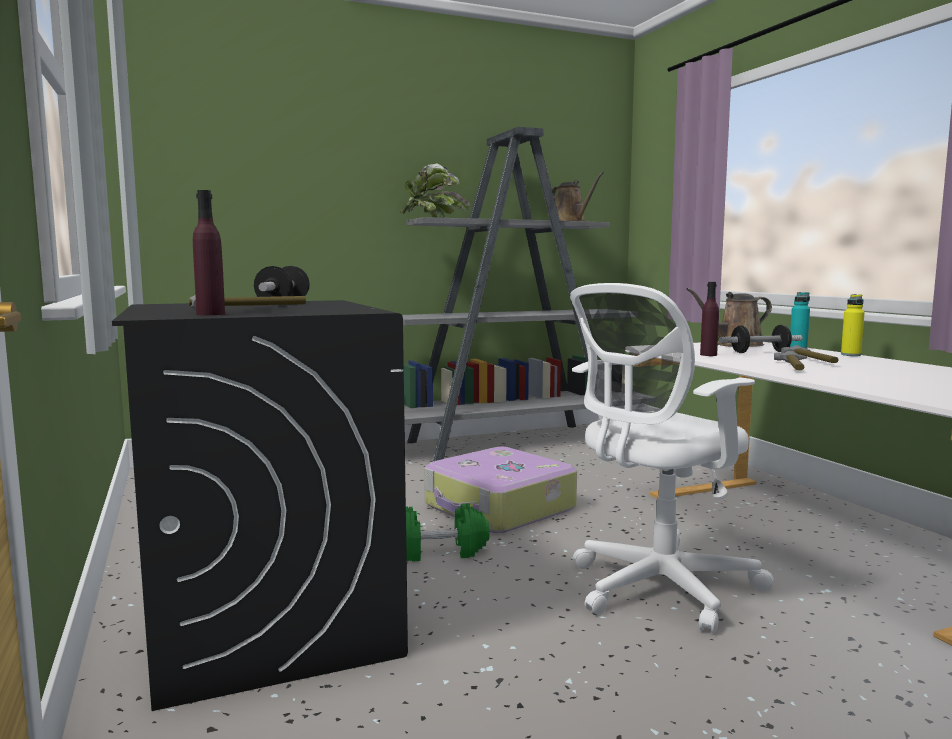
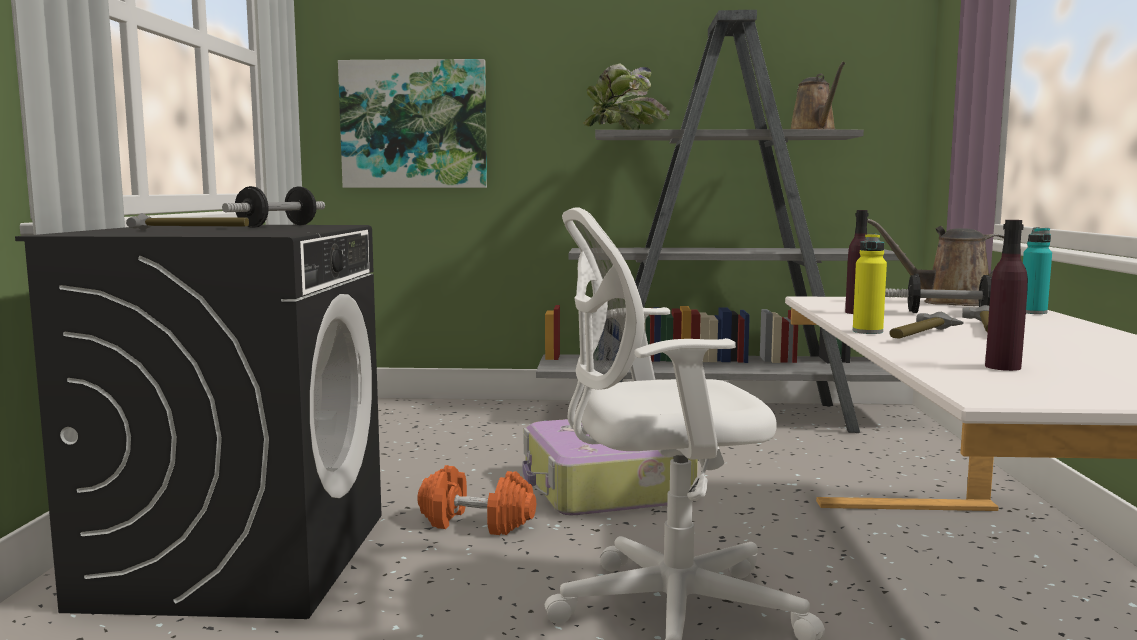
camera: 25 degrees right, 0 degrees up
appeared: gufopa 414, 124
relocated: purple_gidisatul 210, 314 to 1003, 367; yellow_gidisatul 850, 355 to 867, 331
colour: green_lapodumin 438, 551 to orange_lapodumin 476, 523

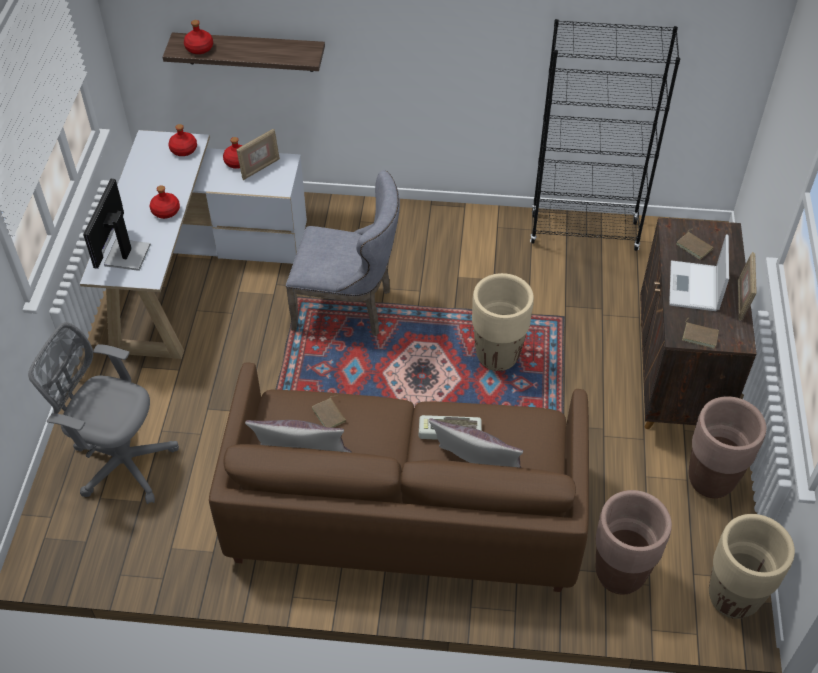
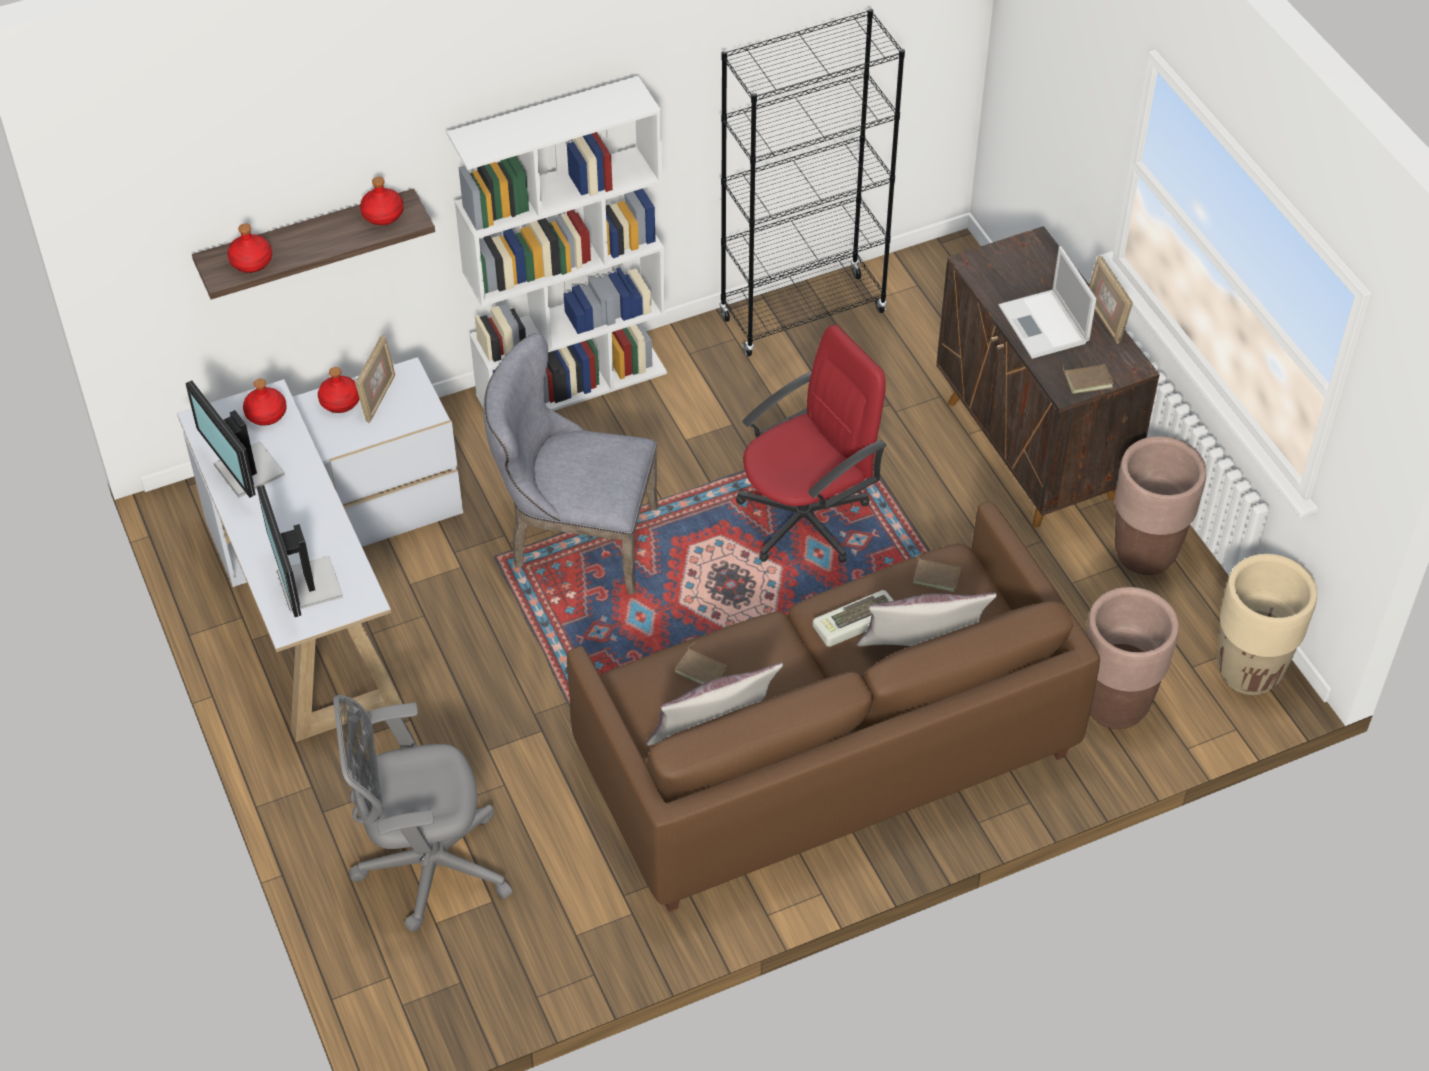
camera: 30 degrees left, 0 degrees up
appeared: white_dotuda 572, 383; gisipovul 247, 472
relocated: red_gidisatul 165, 211 to 382, 214; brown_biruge 694, 246 to 937, 575
exchanged: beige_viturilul 497, 356 to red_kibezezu 805, 518
spun: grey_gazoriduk 349, 307 = 574, 539 150 degrees counterclockwise

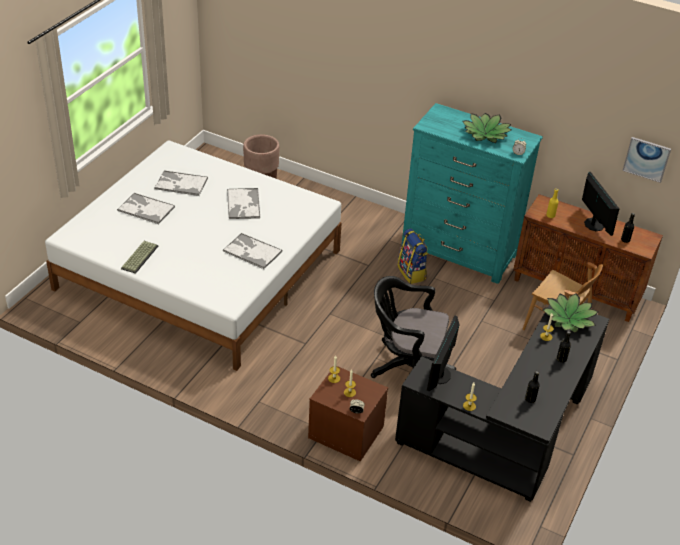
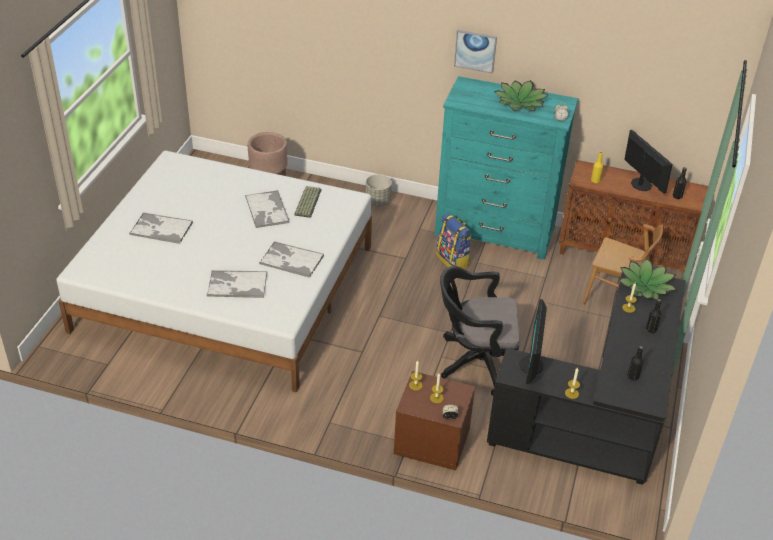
camera: 10 degrees left, 0 degrees up
appeared: grey_viturilul 378, 201
relocated: gufopa 646, 159 to 475, 51; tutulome 180, 184 to 237, 285; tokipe 139, 257 to 307, 202

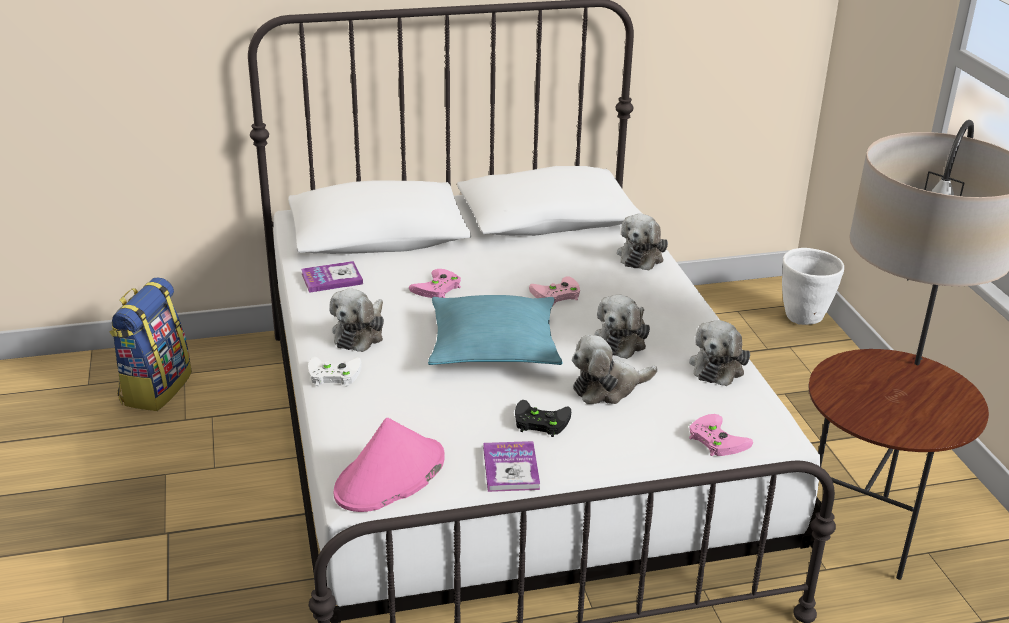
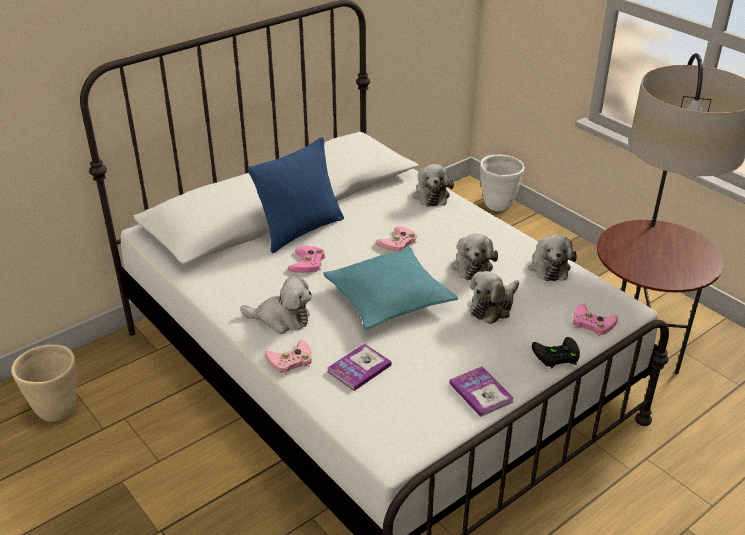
camera: 25 degrees left, 5 degrees up
missing: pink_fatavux 390, 476
appeared: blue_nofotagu 301, 230
relocated: biruge 332, 278 to 359, 368; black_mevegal 539, 422 to 556, 356
exchanged: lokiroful 155, 388 to beige_viturilul 56, 409
colour: white_mevegal 332, 375 to pink_mevegal 289, 361
spun: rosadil 360, 333 = 282, 319 75 degrees counterclockwise

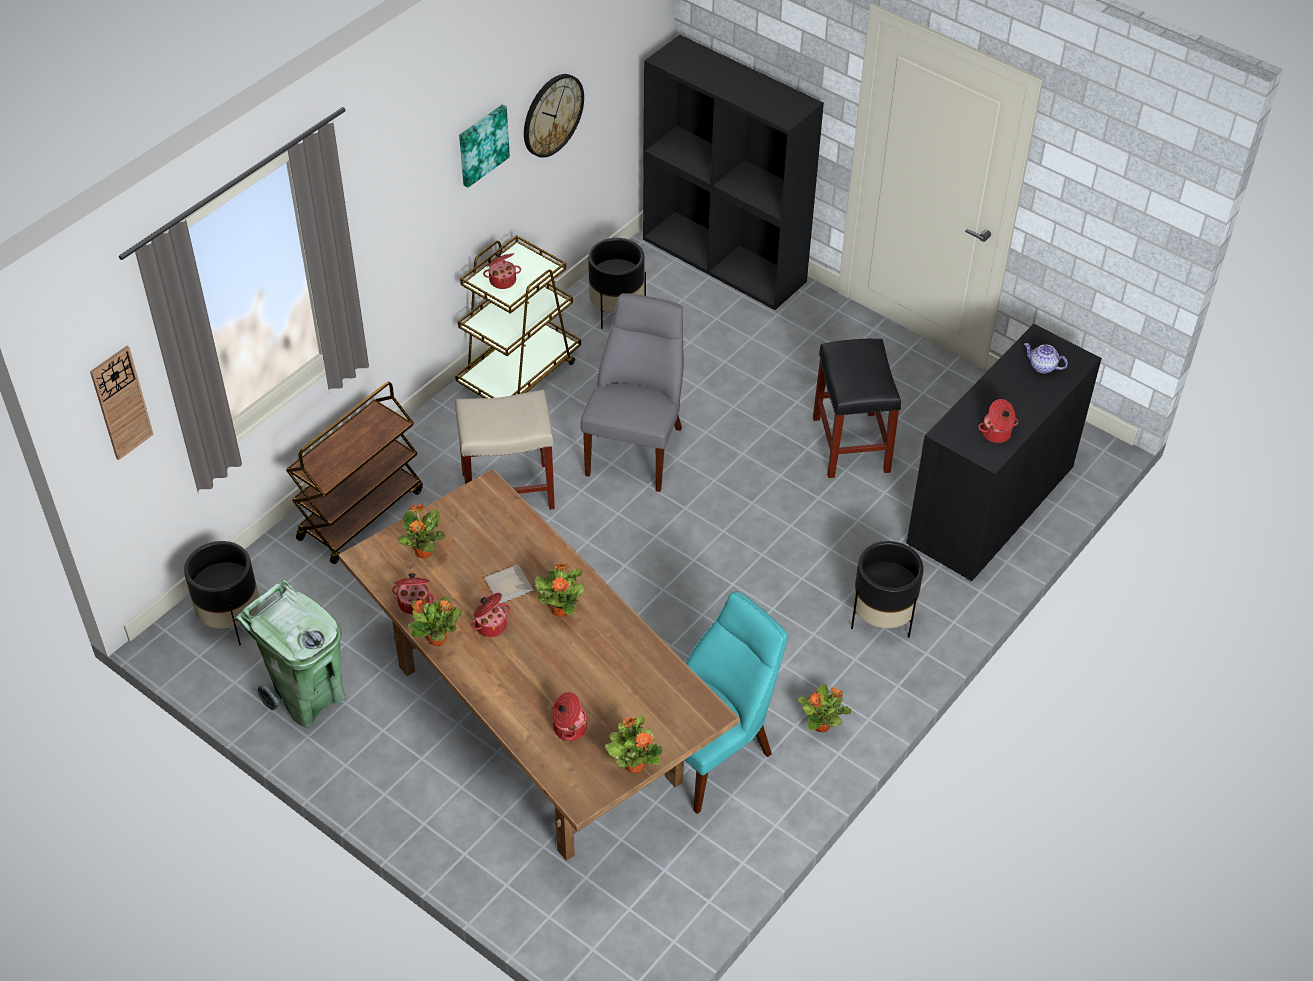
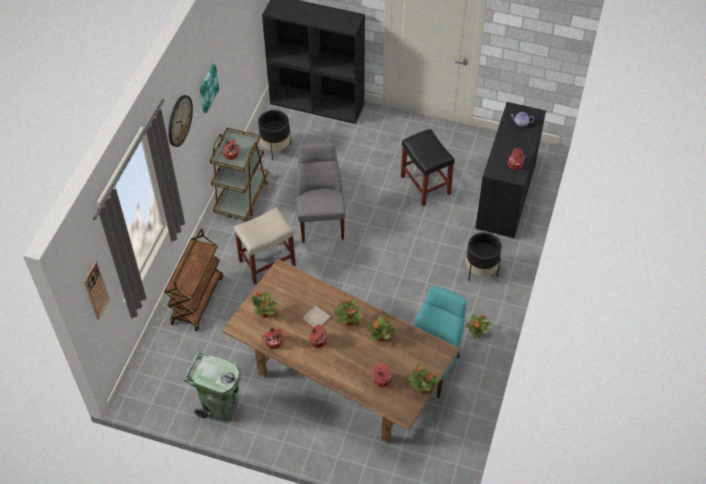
camera: 20 degrees left, 5 degrees up
missing: black_viturilul 231, 620
relocated: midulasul 552, 115 to 179, 120; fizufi 438, 639 to 381, 337

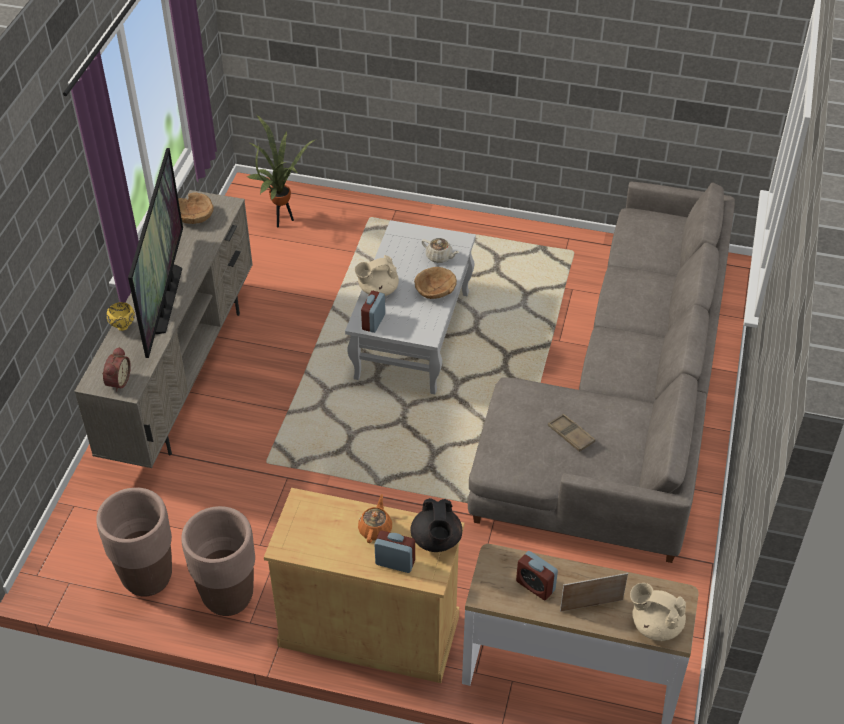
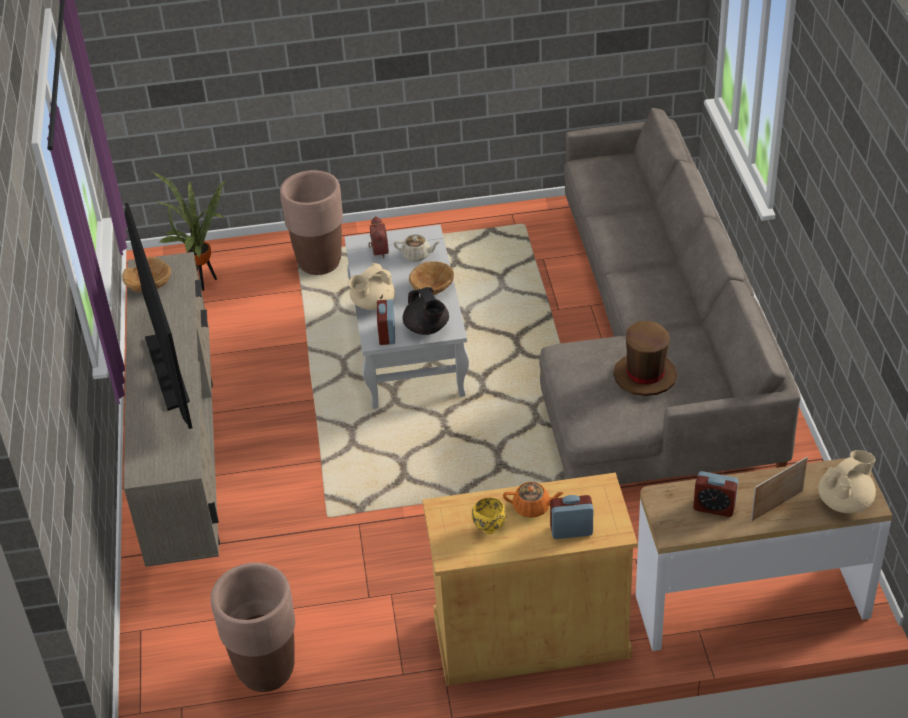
camera: 20 degrees left, 5 degrees down
relocated: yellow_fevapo 123, 326 to 489, 528; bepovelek 117, 381 to 378, 251; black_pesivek 436, 540 to 427, 328; brown_viturilul 228, 597 to 319, 263
exchanged: brown_tutulome 571, 435 to brown_fatavux 644, 376
spun: orange_pesivek 375, 529 = 532, 508 105 degrees clockwise; beige_pesivek 655, 624 = 845, 501 135 degrees clockwise

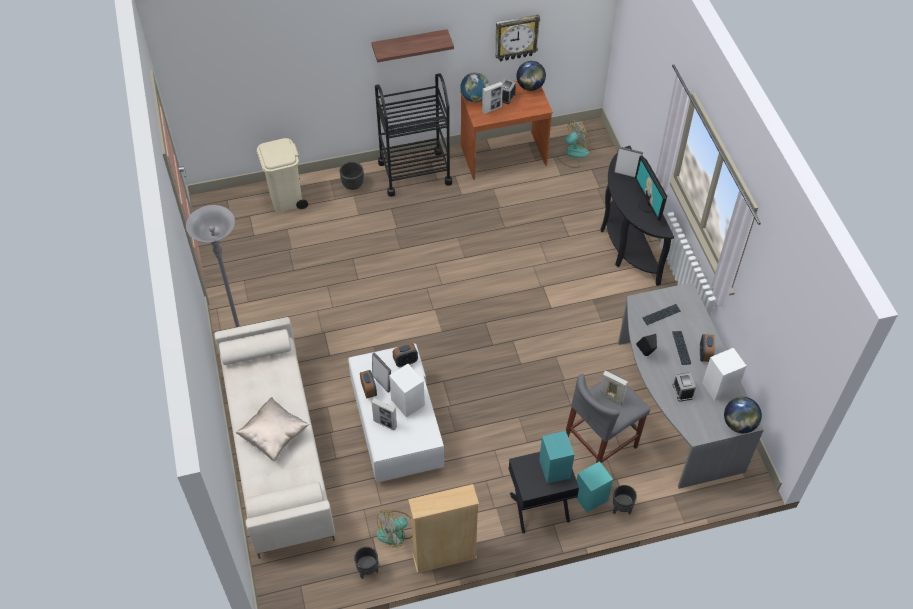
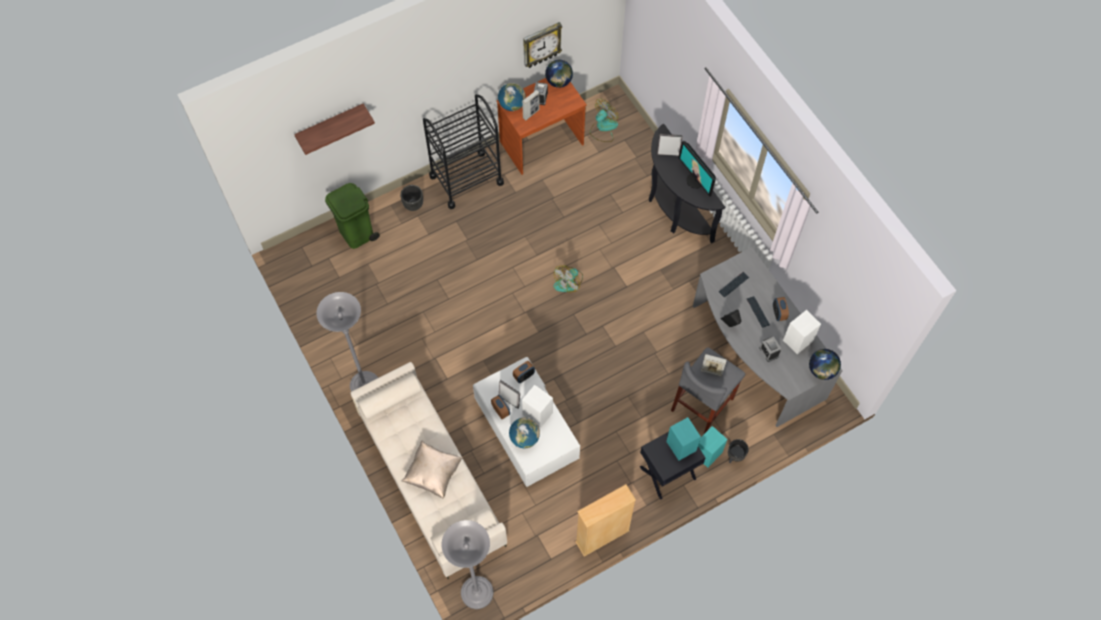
camera: 15 degrees left, 10 degrees up
missing: black_viturilul 367, 570
appeared: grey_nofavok 477, 593
relocated: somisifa 410, 45 to 330, 125; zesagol 397, 532 to 568, 281
exchanged: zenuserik 385, 423 to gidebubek 524, 438
colour: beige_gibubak 286, 199 to green_gibubak 357, 233

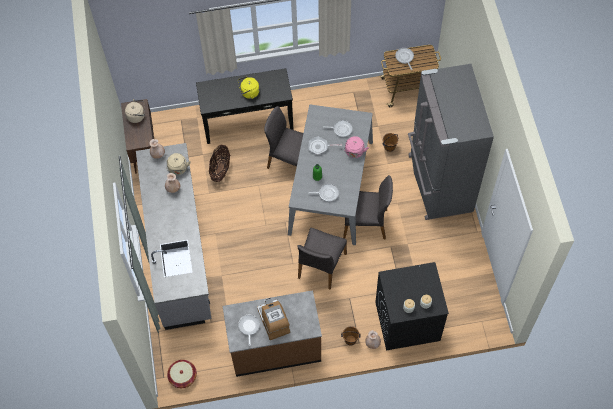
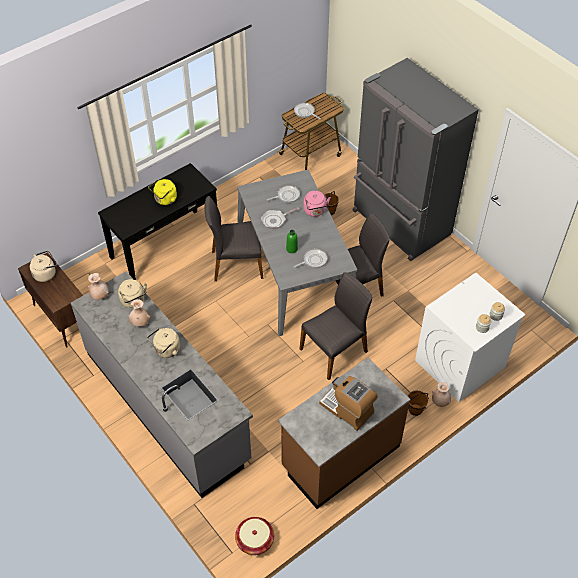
camera: 30 degrees left, 10 degrees down
missing: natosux 220, 169; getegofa 249, 327
appeared: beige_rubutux 166, 350
colour: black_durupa 407, 321 to white_durupa 460, 364
spun: grey_gazoriduk 321, 266 = 335, 350 120 degrees counterclockwise

